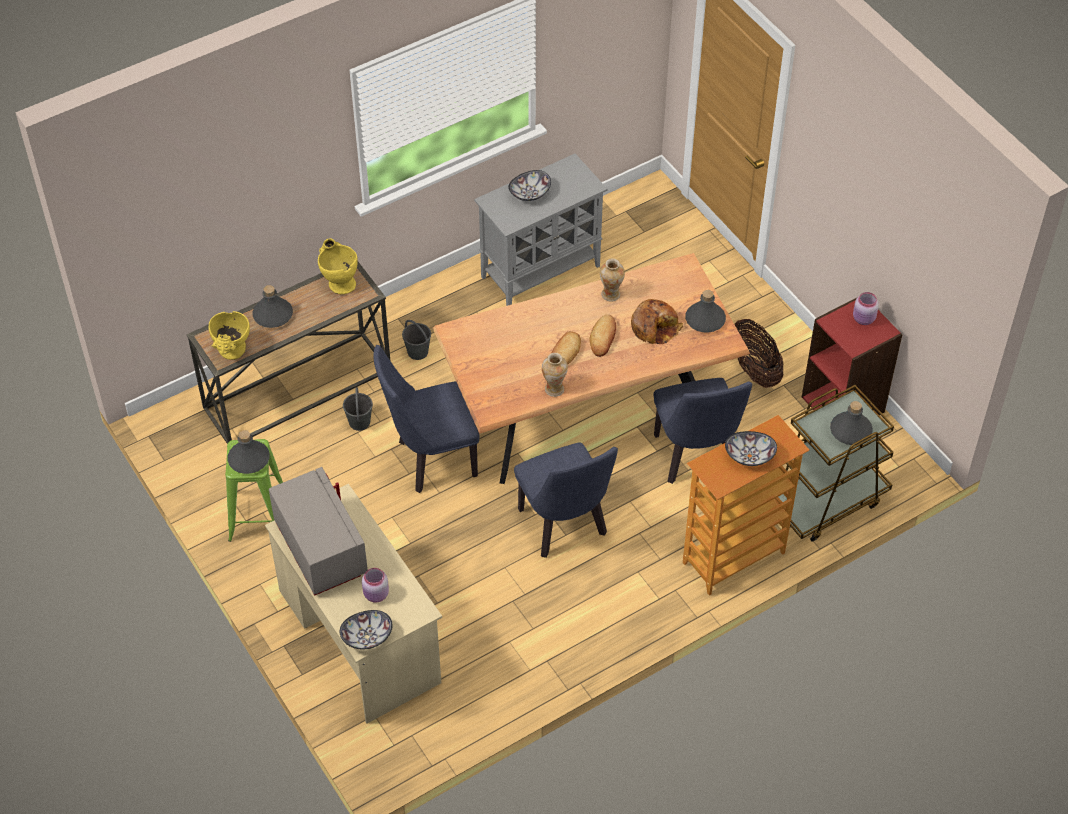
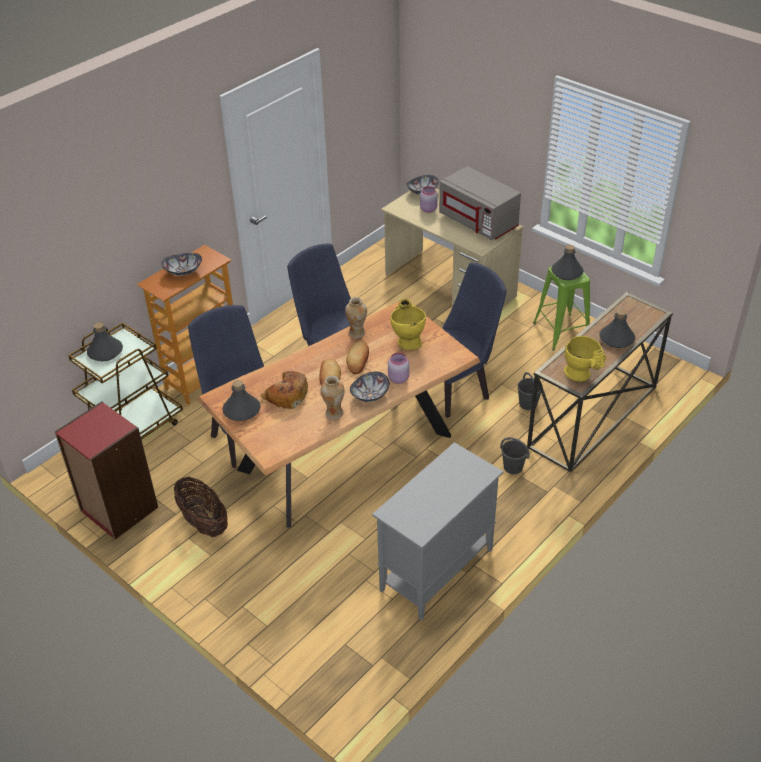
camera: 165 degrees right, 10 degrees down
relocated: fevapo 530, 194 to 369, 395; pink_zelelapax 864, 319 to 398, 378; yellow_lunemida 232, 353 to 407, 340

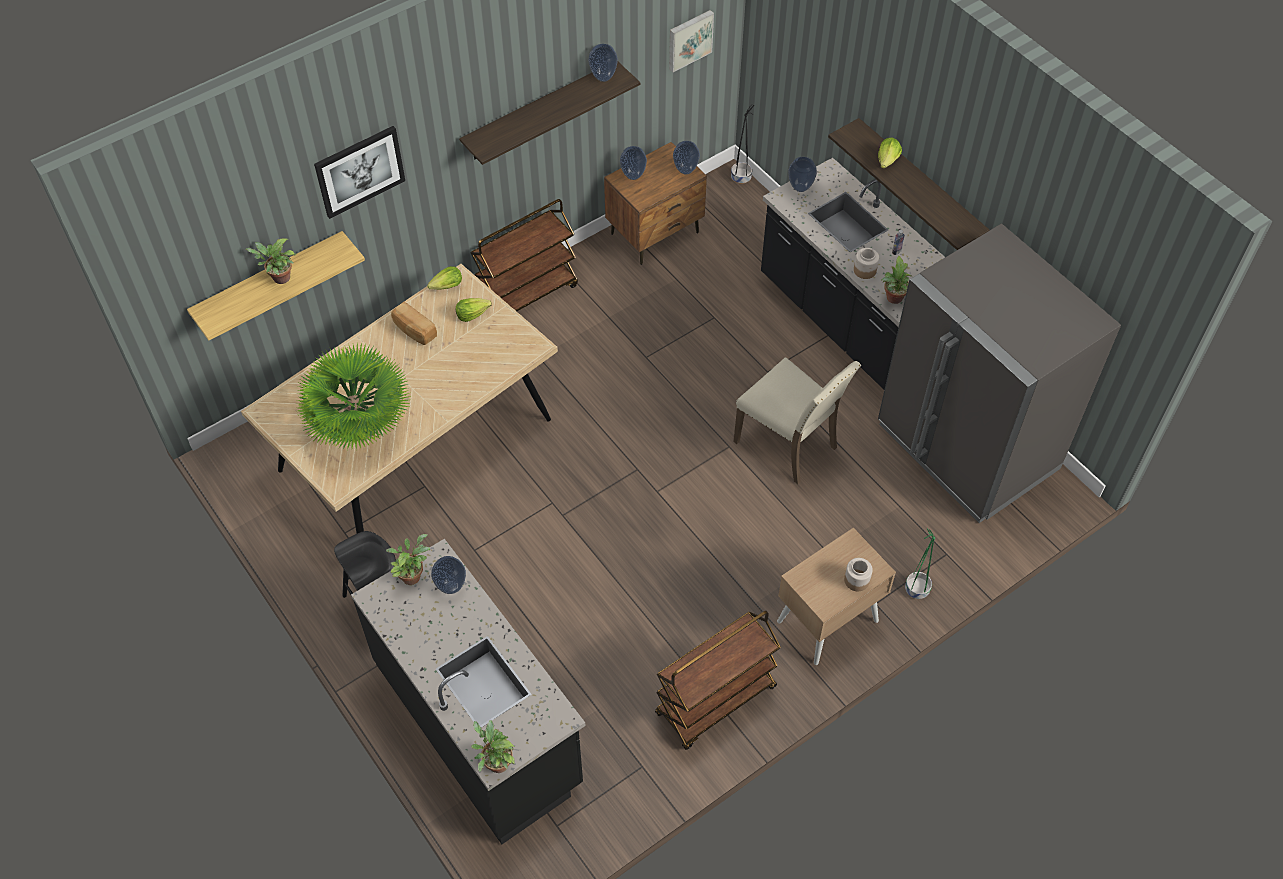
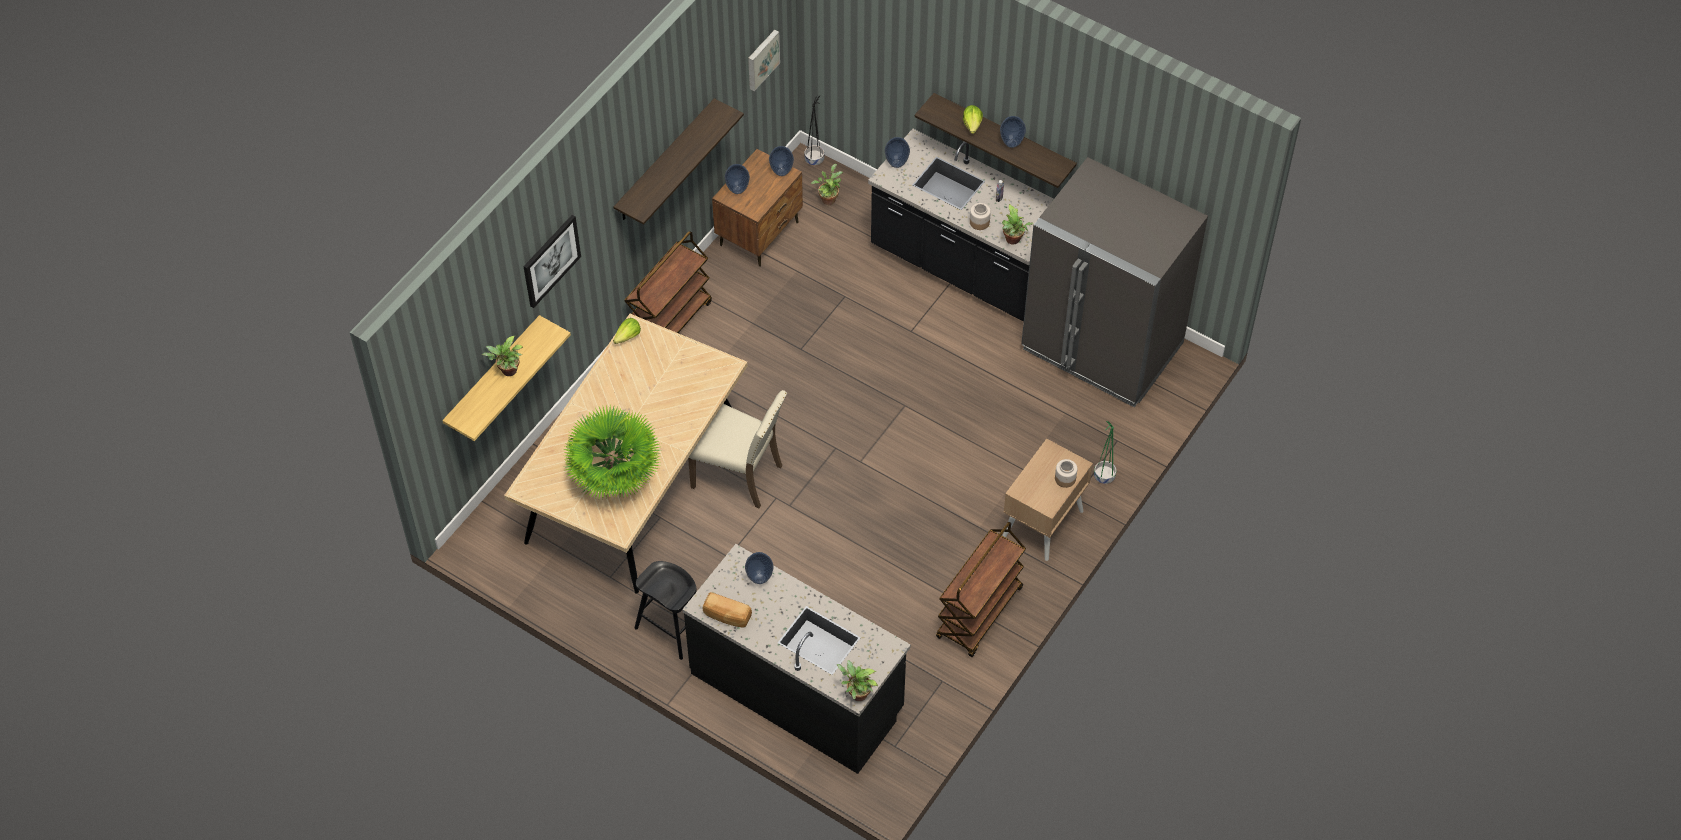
camera: 20 degrees left, 0 degrees up
missing: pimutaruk 472, 314
relocated: lunemida 603, 77 to 1011, 143; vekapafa 414, 331 to 727, 616; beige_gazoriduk 789, 444 to 740, 475; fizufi 412, 574 to 828, 198

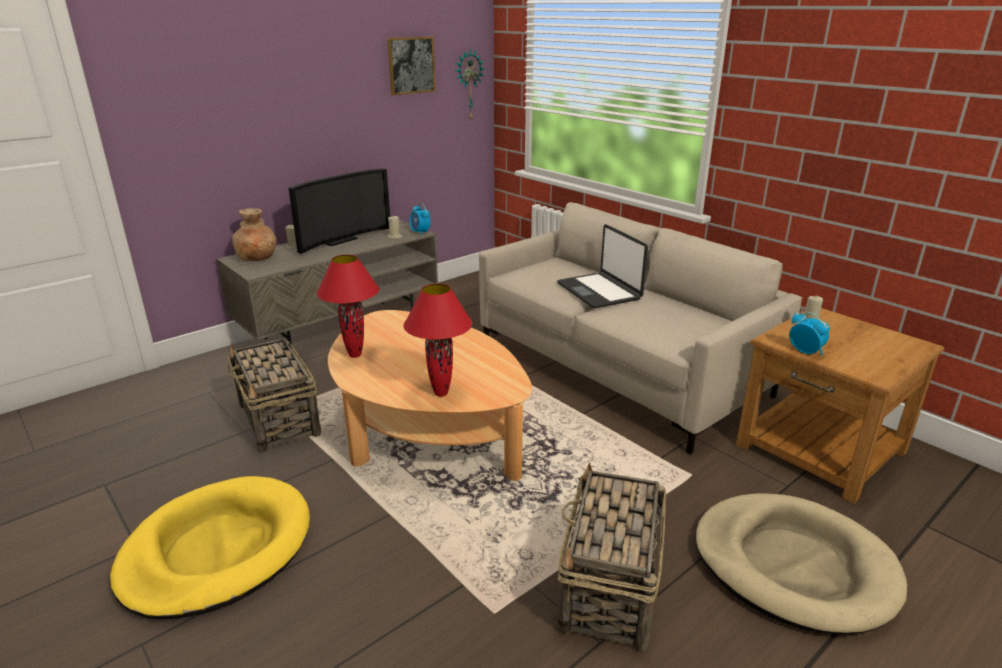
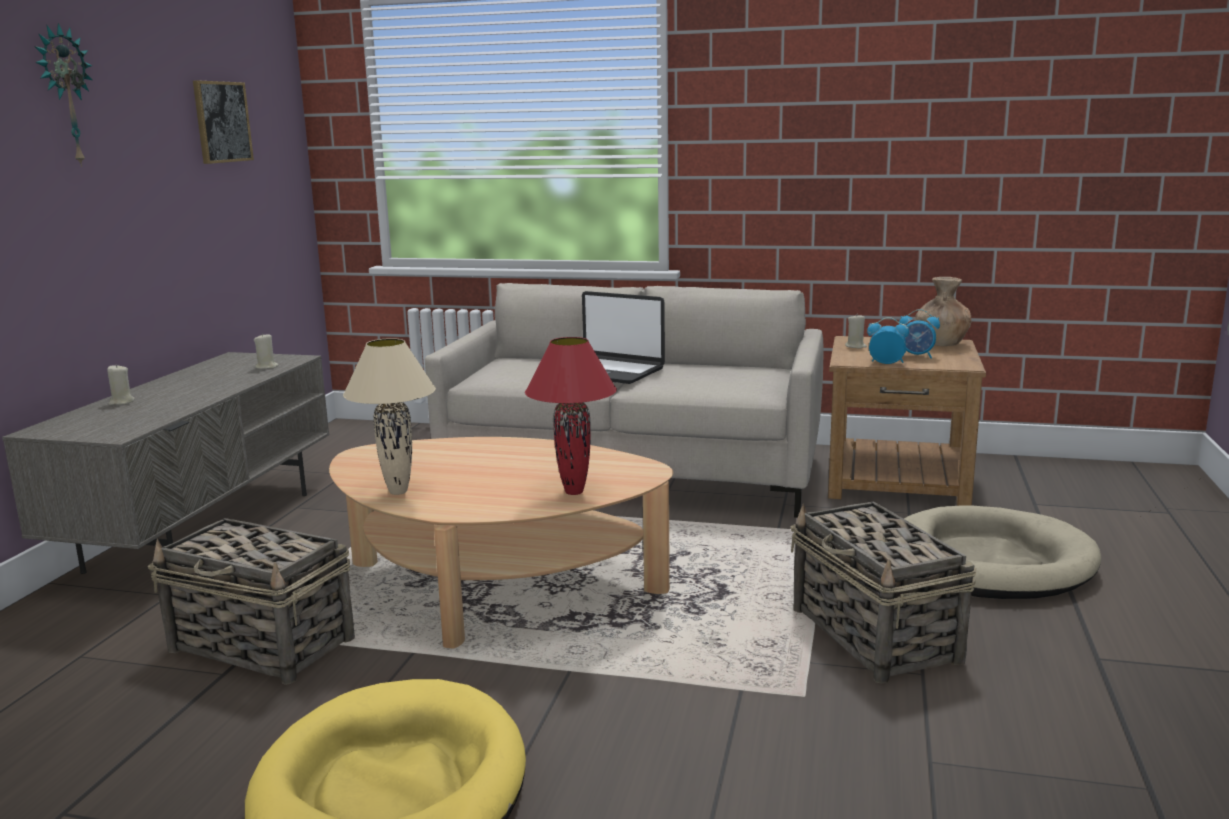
camera: 35 degrees left, 10 degrees down
missing: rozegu 338, 240
relocated: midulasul 468, 85 to 64, 96; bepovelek 420, 233 to 917, 356; brown_lunemida 257, 258 to 941, 344
colour: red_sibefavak 355, 355 to beige_sibefavak 399, 492

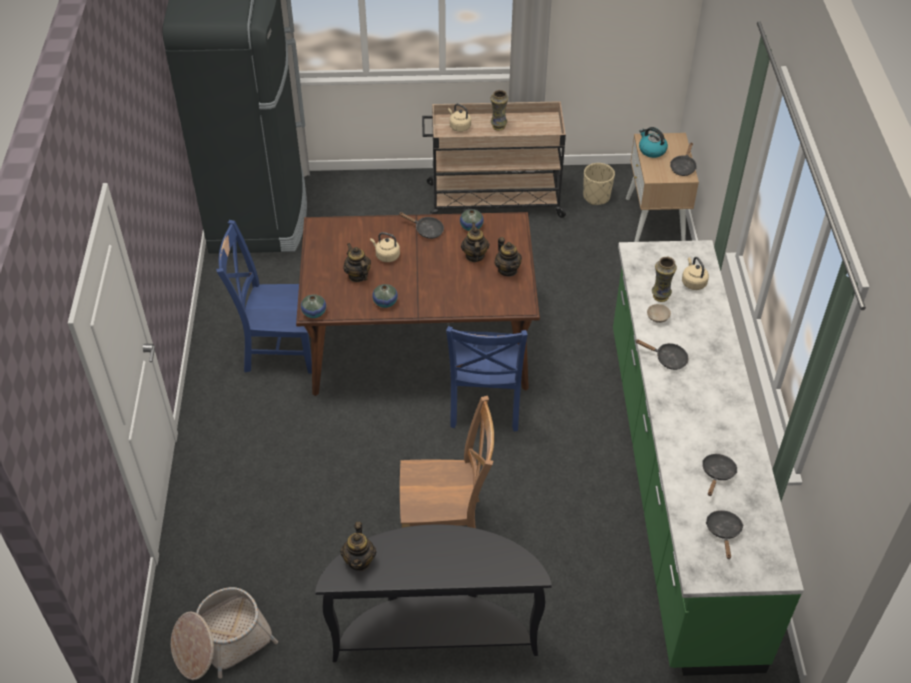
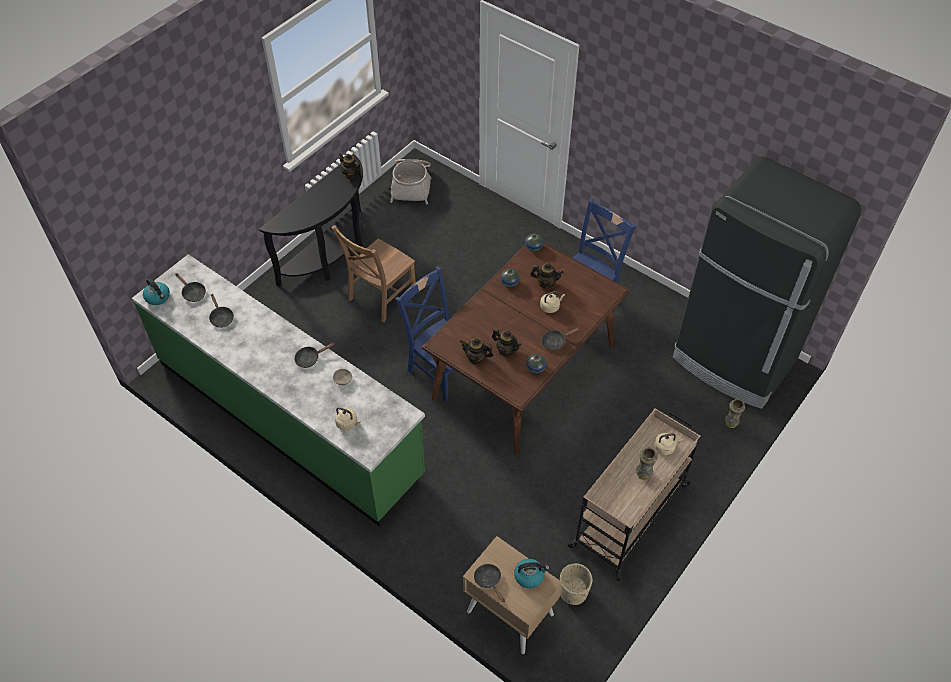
camera: 130 degrees right, 5 degrees up
appeared: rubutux 158, 297
relocated: lunemida 660, 296 to 731, 423

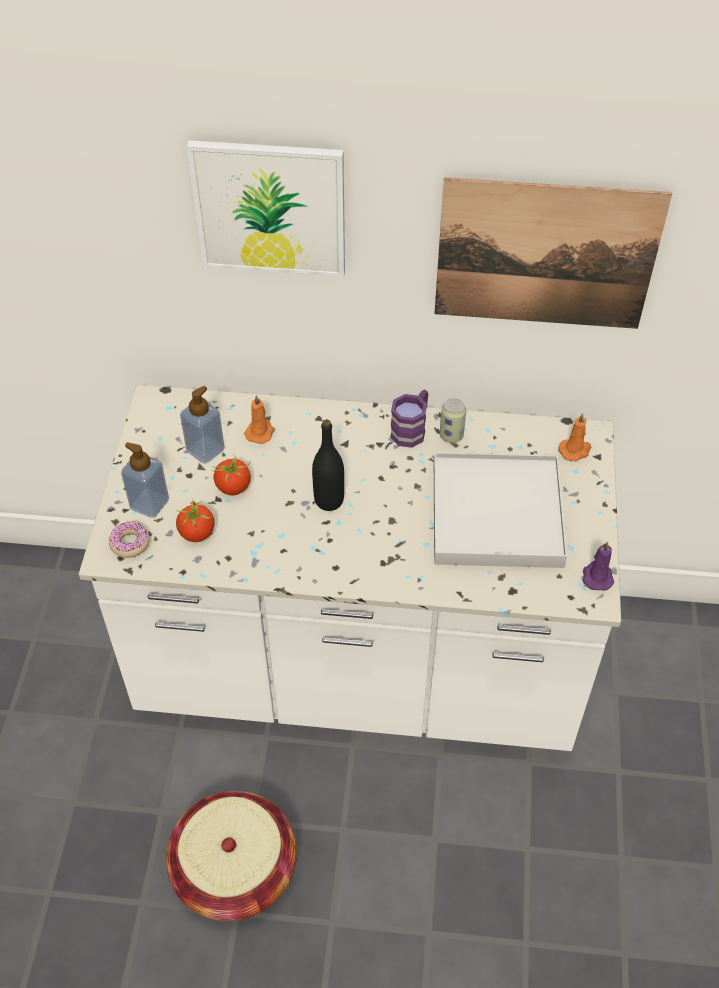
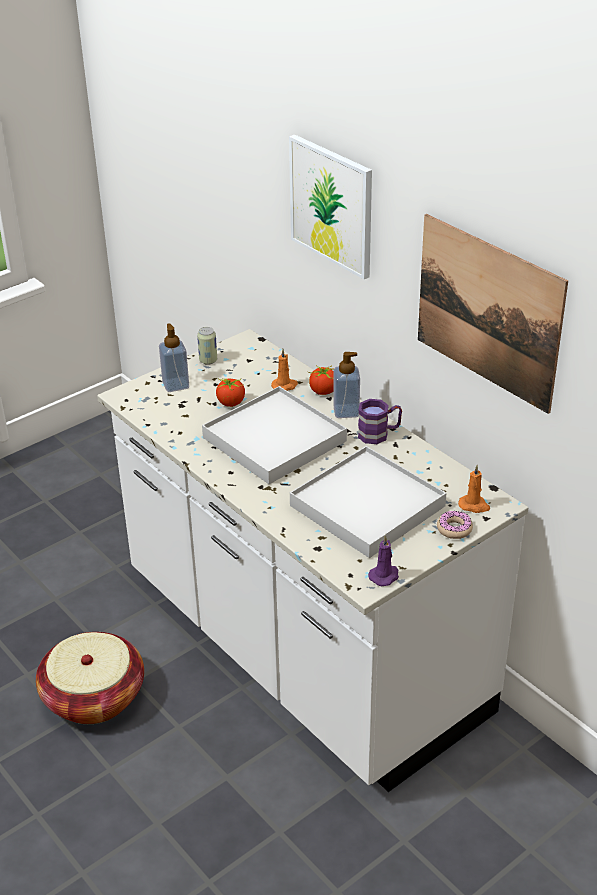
camera: 45 degrees right, 15 degrees down
relocated: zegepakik 205, 450 to 346, 411; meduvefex 451, 436 to 208, 360; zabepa 197, 533 to 323, 391; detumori 130, 543 to 454, 529
exchanged: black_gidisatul 329, 500 to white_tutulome 275, 439

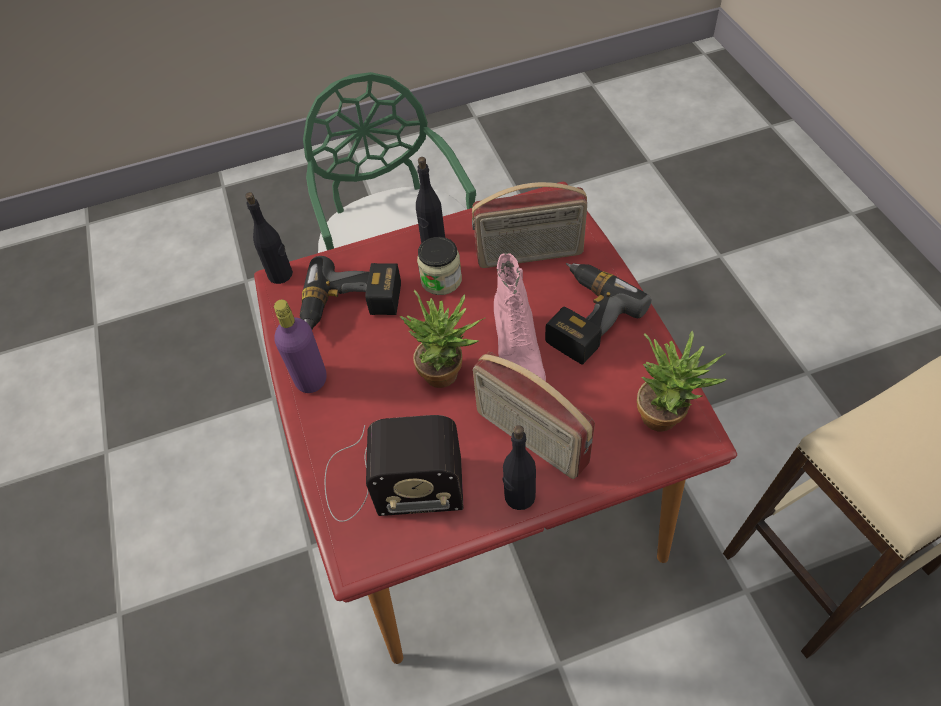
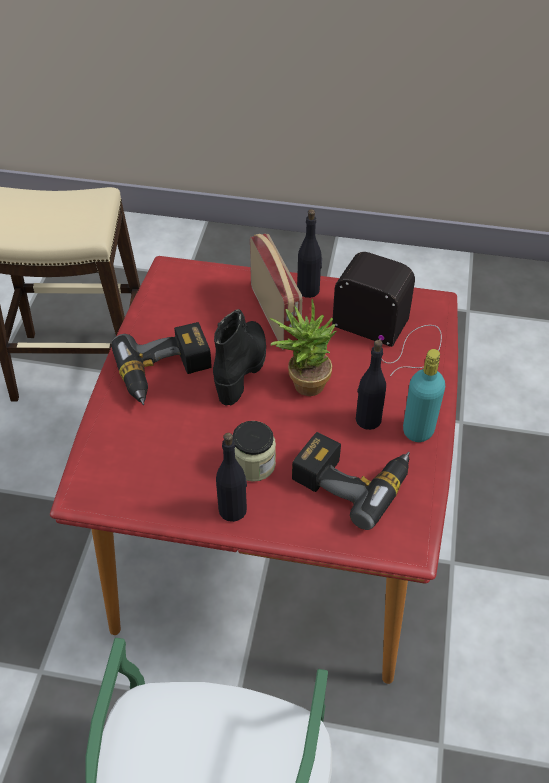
camera: 155 degrees left, 5 degrees down
missing: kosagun 530, 255; fizufi 666, 415
relocated: black_gidisatul 280, 274 to 368, 419
colour: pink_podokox 517, 357 to black_podokox 242, 369; purple_gidisatul 311, 379 to turquoise_gidisatul 418, 430

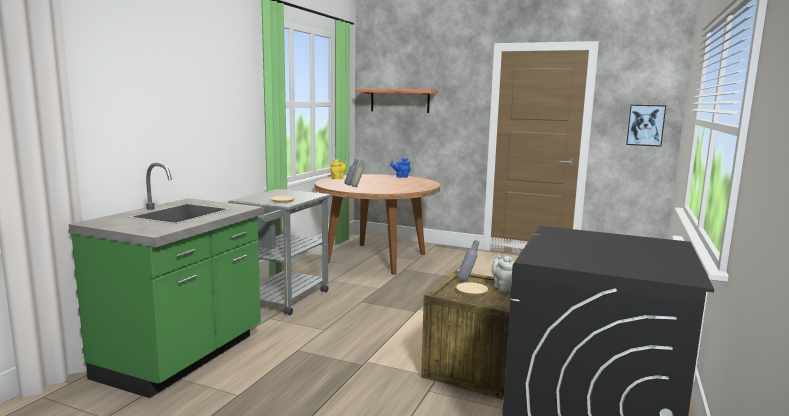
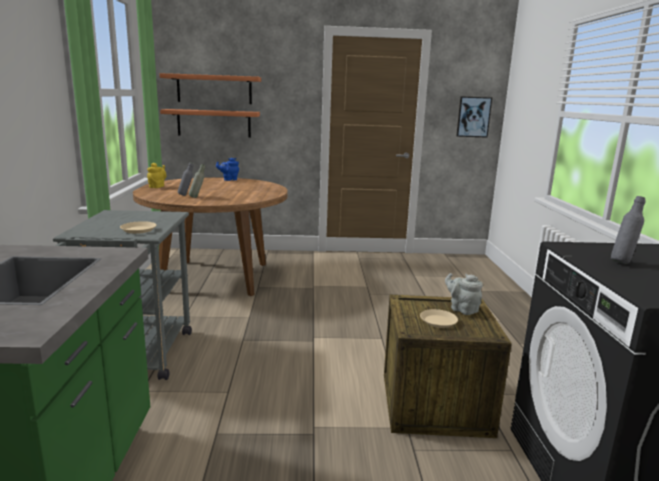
camera: 25 degrees left, 5 degrees up
appeared: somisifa 214, 123
relocated: grey_gidisatul 467, 280 to 622, 262

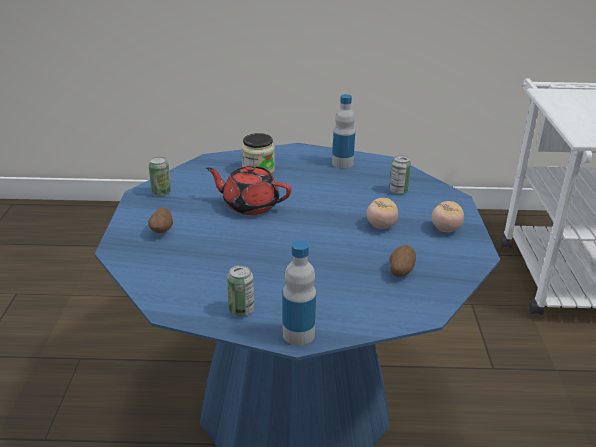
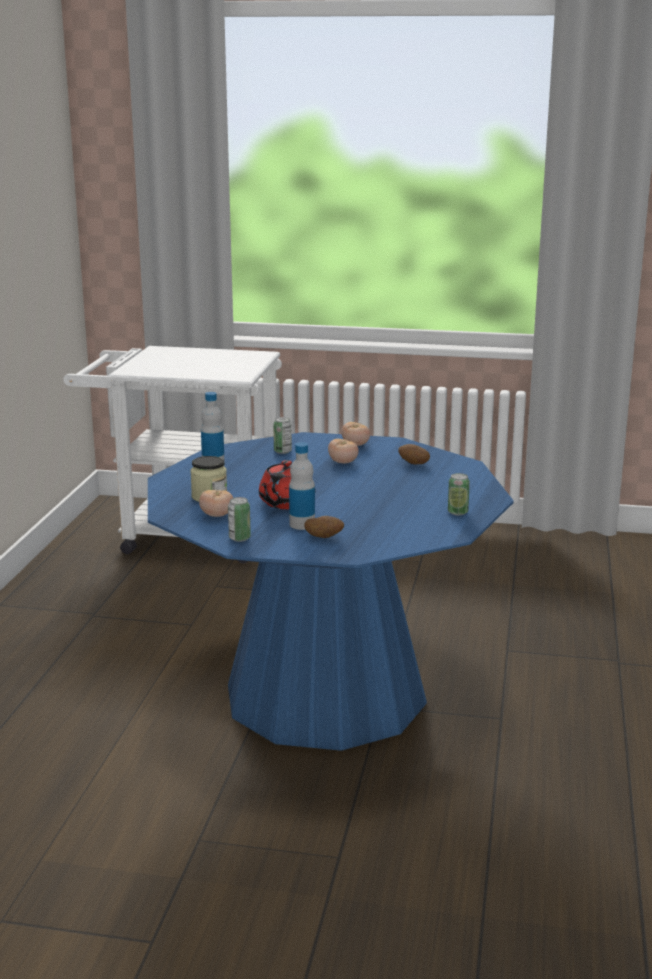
camera: 80 degrees left, 10 degrees down
appeared: zabepa 217, 515
relocated: gidisatul 298, 334 to 302, 524

